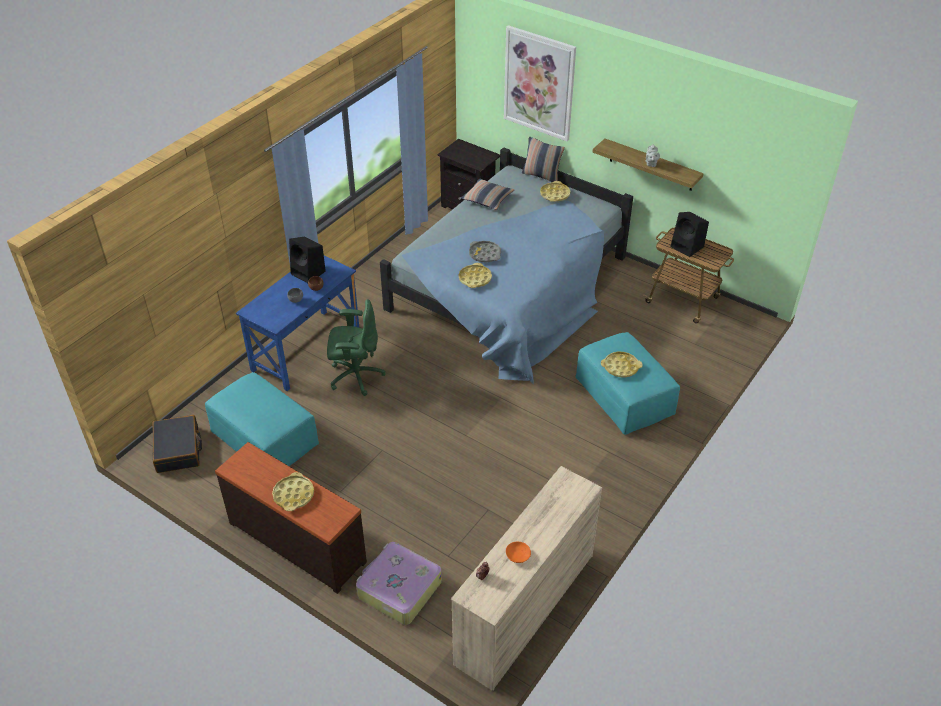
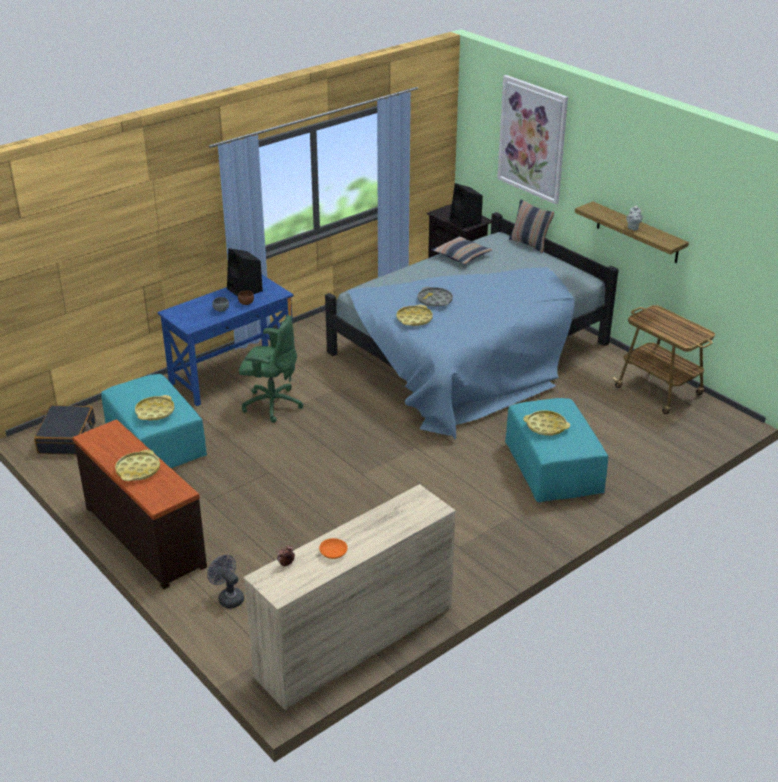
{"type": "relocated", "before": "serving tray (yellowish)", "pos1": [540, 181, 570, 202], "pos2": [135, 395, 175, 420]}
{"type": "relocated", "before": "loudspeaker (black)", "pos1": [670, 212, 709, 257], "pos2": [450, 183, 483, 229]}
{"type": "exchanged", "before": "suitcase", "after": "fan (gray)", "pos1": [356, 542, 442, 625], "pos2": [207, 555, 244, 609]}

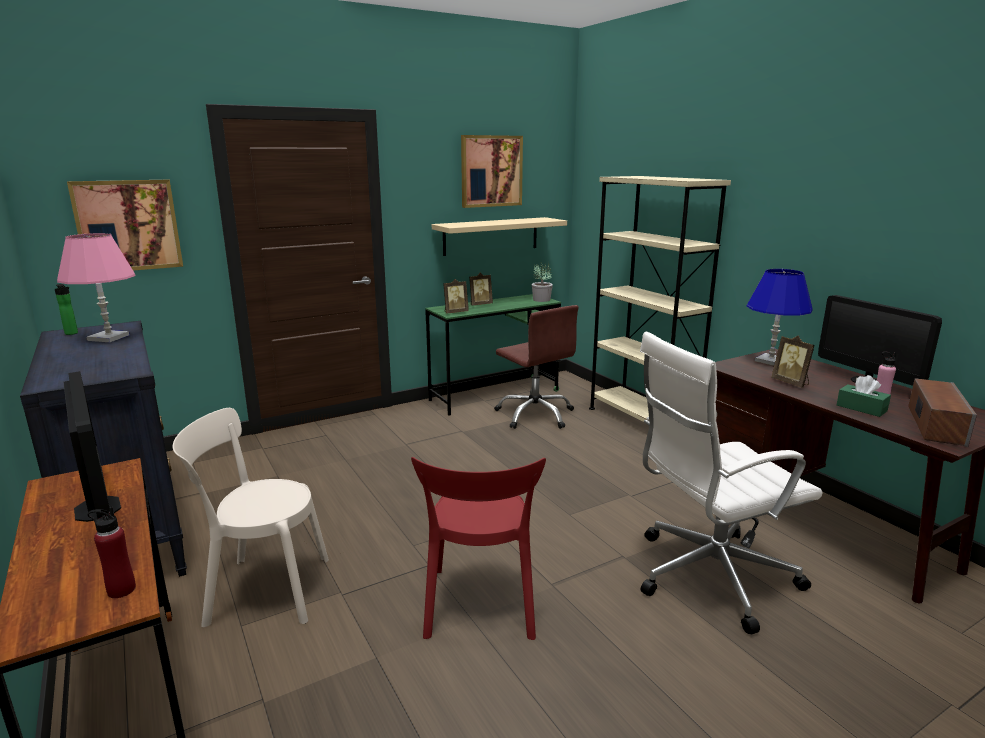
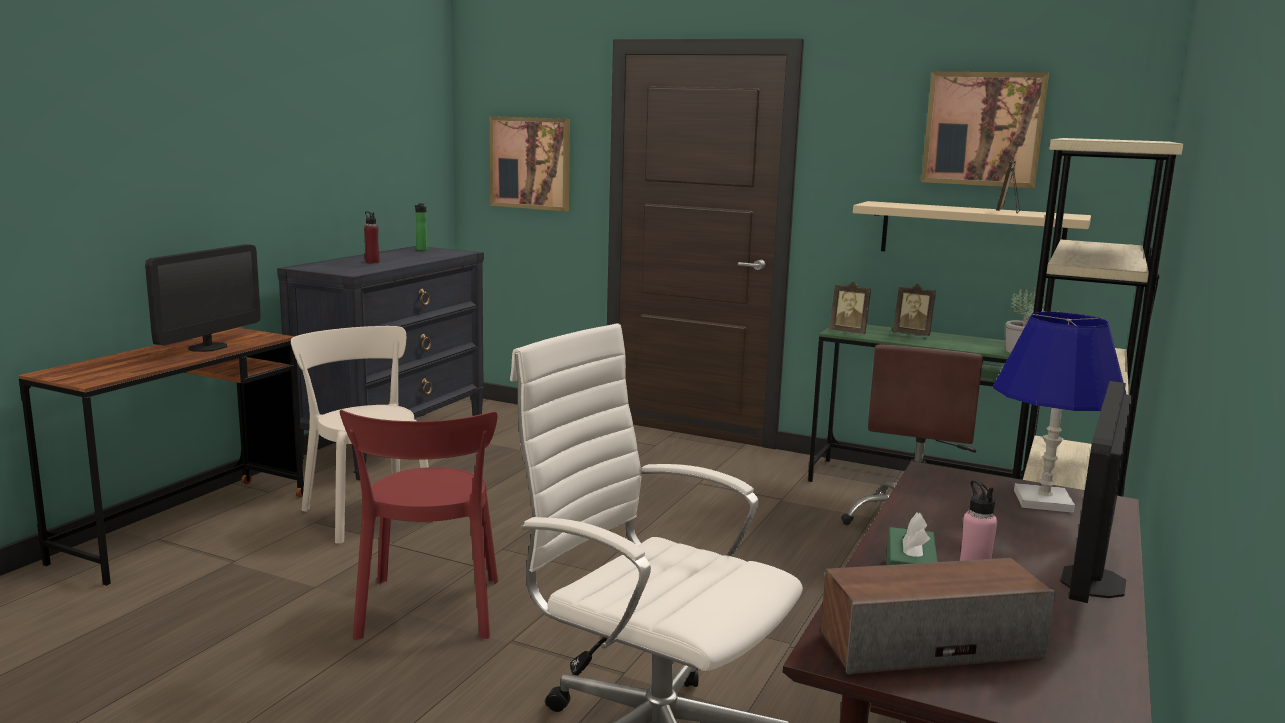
{"type": "missing", "before": "tabletop lamp (pinkish)", "pos1": [57, 233, 136, 342]}
{"type": "relocated", "before": "standing frame", "pos1": [771, 336, 815, 388], "pos2": [996, 157, 1020, 214]}
{"type": "spun", "before": "plain chair (red)", "pos1": [411, 457, 546, 640], "pos2": [340, 410, 498, 640], "turn": -60}
{"type": "relocated", "before": "beverage bottle (red)", "pos1": [88, 506, 136, 598], "pos2": [364, 211, 380, 264]}

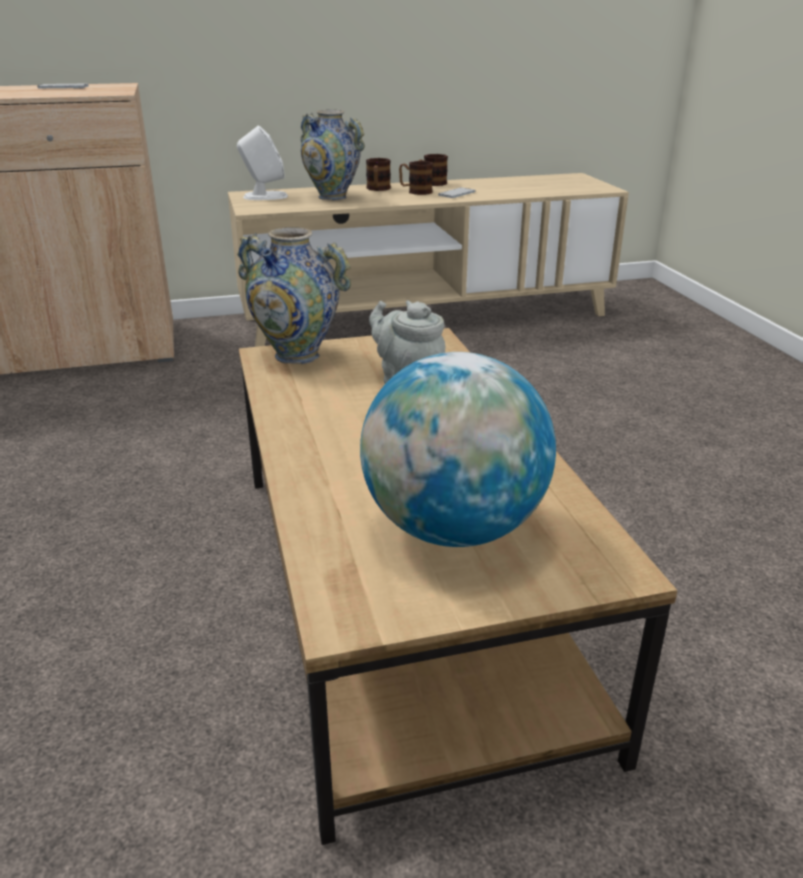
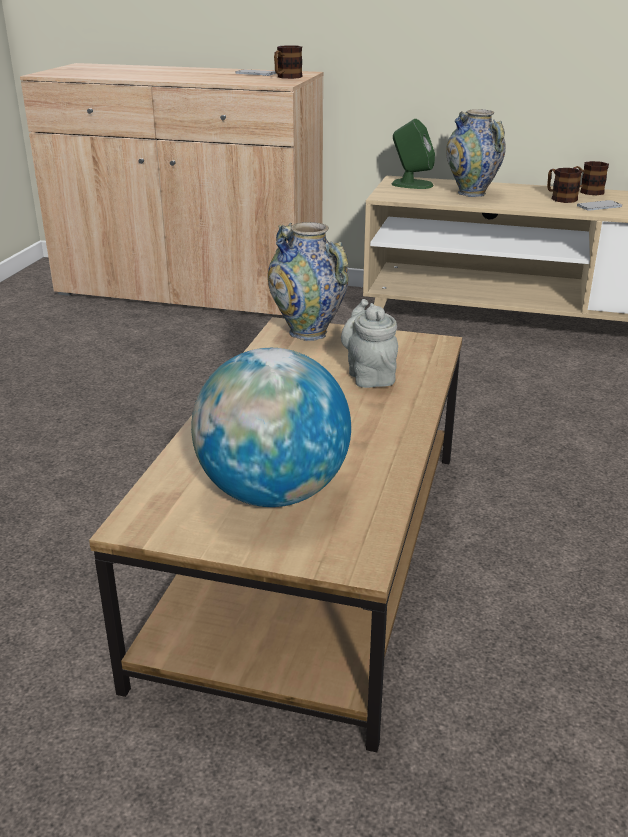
{"type": "colour", "before": "loudspeaker (white)", "after": "loudspeaker (green-coloured)", "pos1": [237, 126, 288, 200], "pos2": [392, 119, 435, 189]}
{"type": "relocated", "before": "mug", "pos1": [366, 158, 391, 191], "pos2": [274, 45, 303, 79]}

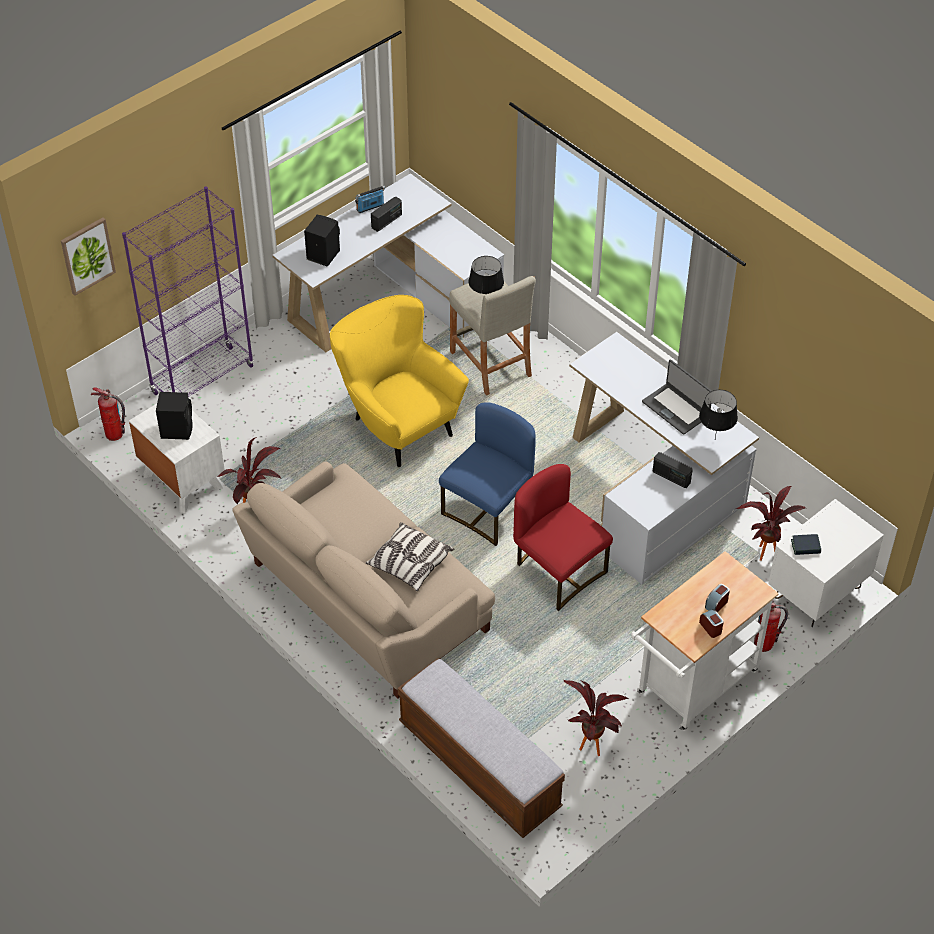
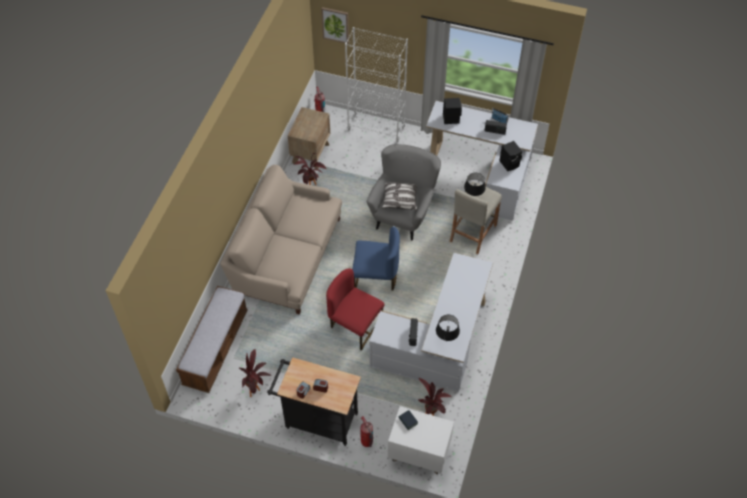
{"type": "colour", "before": "bookshelf (purple)", "after": "bookshelf (white)", "pos1": [122, 186, 254, 397], "pos2": [345, 27, 408, 142]}
{"type": "colour", "before": "armchair (yellowish)", "after": "armchair (gray)", "pos1": [330, 295, 469, 467], "pos2": [366, 144, 441, 240]}
{"type": "missing", "before": "laptop", "pos1": [642, 359, 712, 435]}
{"type": "relocated", "before": "loudspeaker (black)", "pos1": [156, 392, 193, 440], "pos2": [499, 141, 522, 171]}
{"type": "colour", "before": "nightstand (white)", "after": "nightstand (brown)", "pos1": [129, 404, 225, 513], "pos2": [288, 107, 330, 169]}
{"type": "spun", "before": "plain chair (red)", "pos1": [513, 464, 613, 611], "pos2": [326, 269, 384, 351], "turn": -75}
{"type": "relocated", "before": "throw pillow", "pos1": [366, 522, 454, 591], "pos2": [382, 182, 417, 210]}
{"type": "colour", "before": "cart (white)", "after": "cart (black)", "pos1": [631, 551, 779, 731], "pos2": [267, 357, 361, 446]}

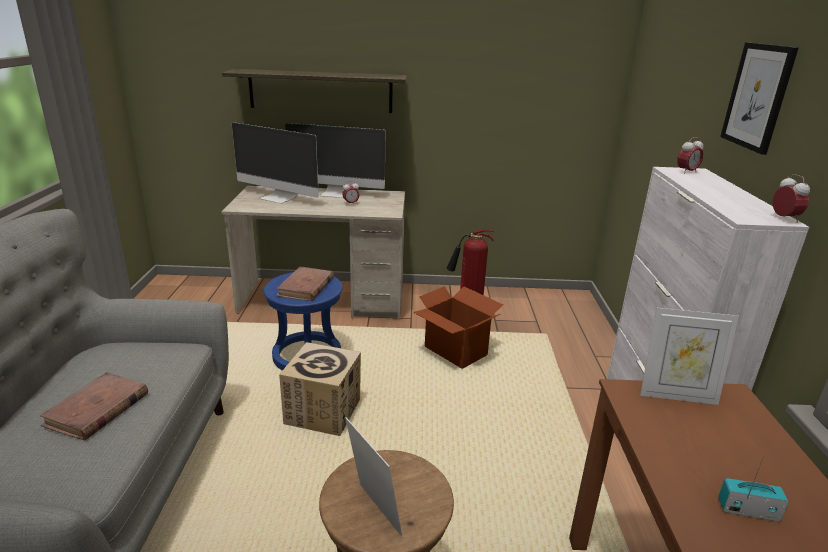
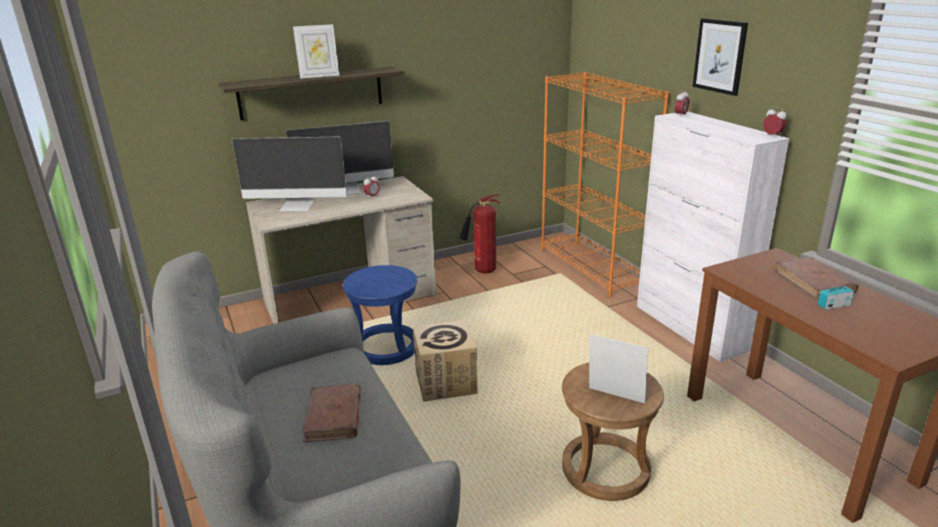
{"type": "relocated", "before": "volume (brown)", "pos1": [276, 267, 334, 301], "pos2": [774, 257, 858, 299]}
{"type": "missing", "before": "carton", "pos1": [413, 286, 503, 368]}
{"type": "relocated", "before": "standing frame", "pos1": [640, 308, 739, 405], "pos2": [293, 24, 340, 79]}
{"type": "appeared", "after": "bookshelf (orange)", "pos2": [541, 72, 669, 297]}

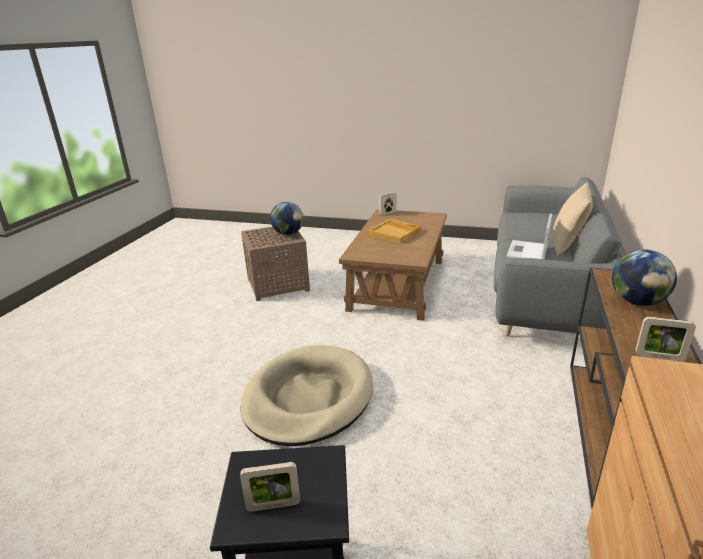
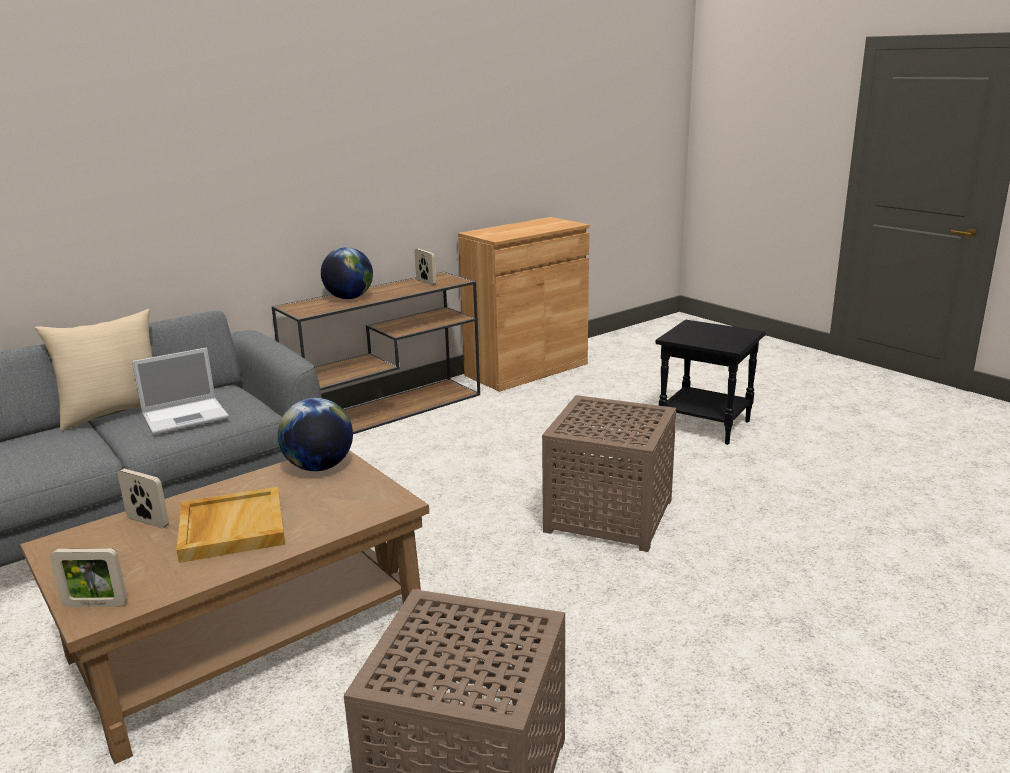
{"type": "relocated", "before": "globe", "pos1": [270, 202, 304, 235], "pos2": [278, 398, 353, 471]}
{"type": "exchanged", "before": "dog bed (beige)", "after": "side table (brown)", "pos1": [240, 345, 373, 446], "pos2": [542, 395, 676, 552]}
{"type": "relocated", "before": "standing frame", "pos1": [240, 462, 300, 512], "pos2": [118, 469, 169, 529]}

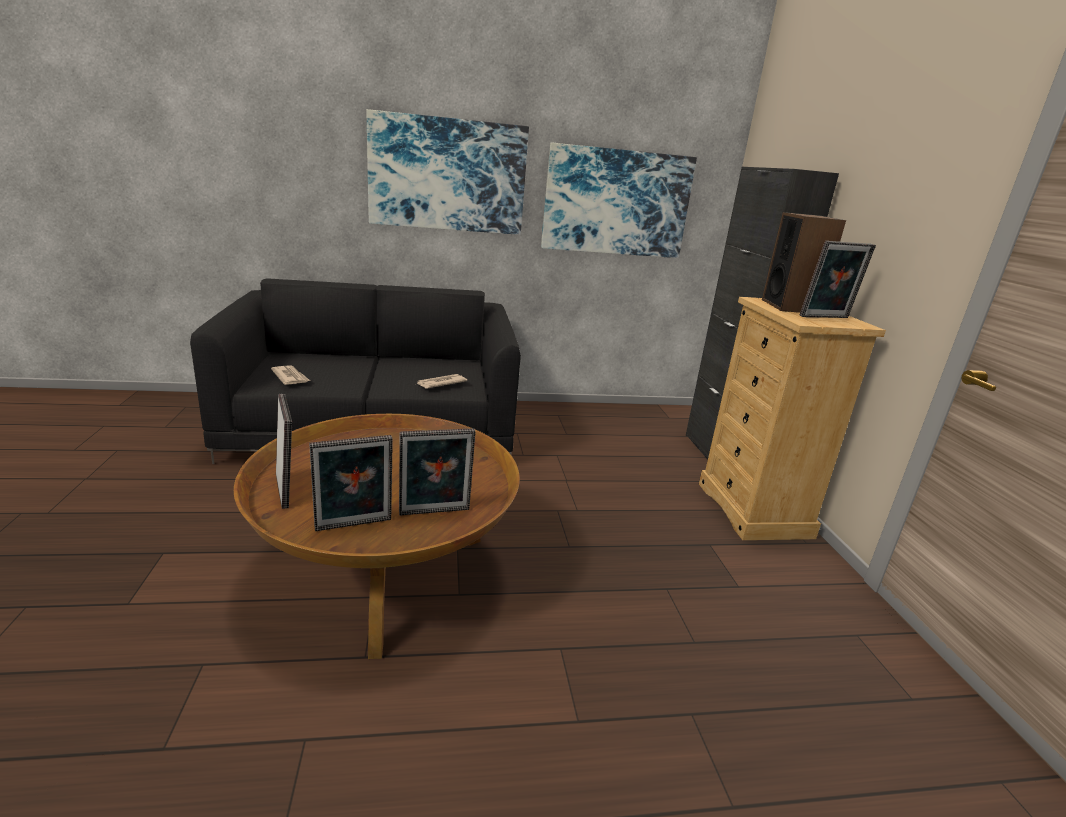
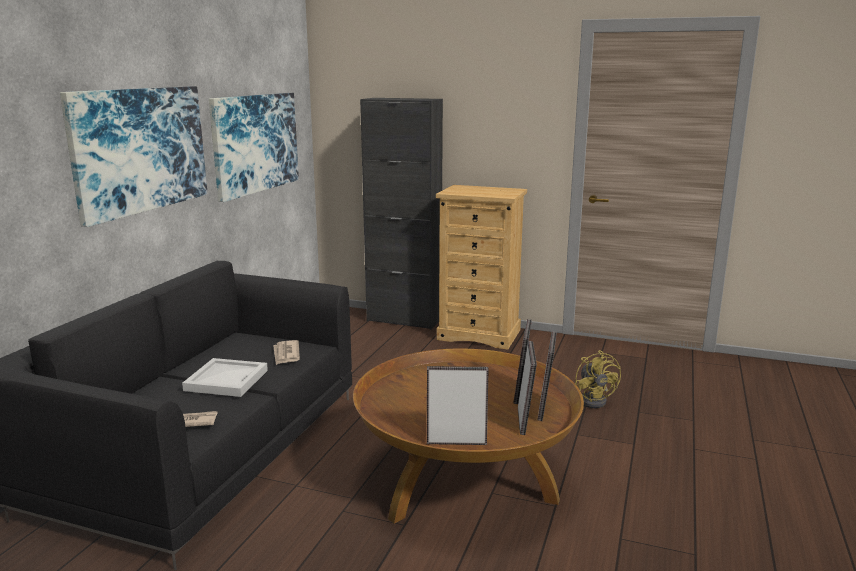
{"type": "missing", "before": "loudspeaker", "pos1": [762, 212, 846, 313]}
{"type": "relocated", "before": "standing frame", "pos1": [800, 241, 876, 318], "pos2": [537, 331, 557, 421]}
{"type": "appeared", "after": "fan (yellowish)", "pos2": [575, 350, 621, 408]}
{"type": "appeared", "after": "serving tray (white)", "pos2": [182, 358, 268, 397]}

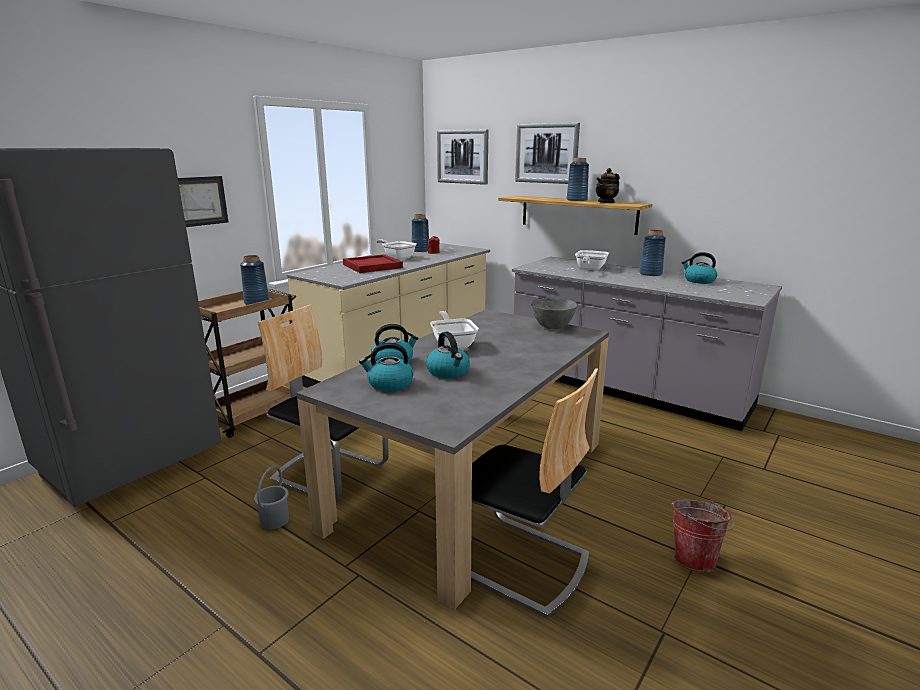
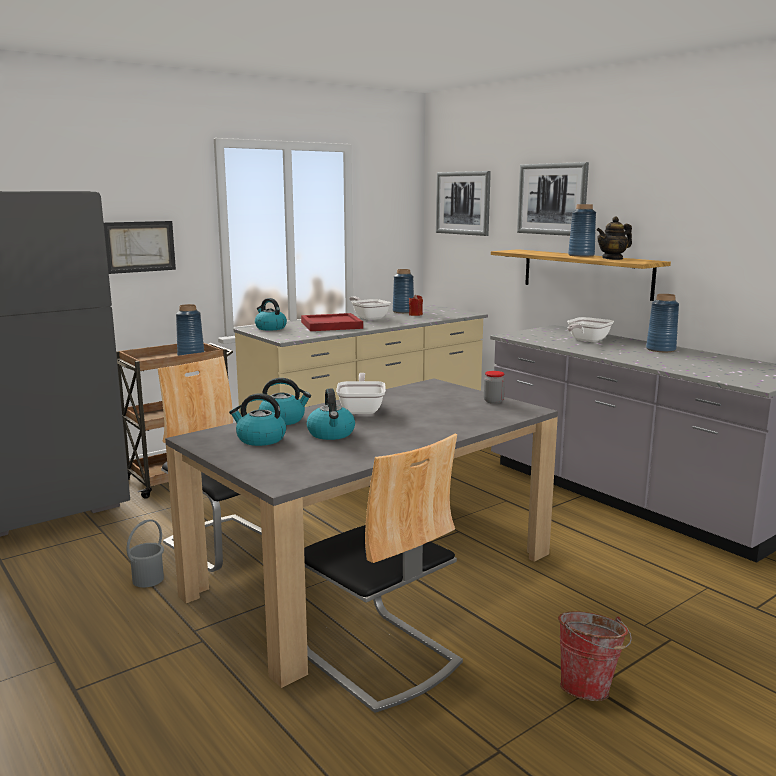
{"type": "relocated", "before": "tea kettle", "pos1": [682, 252, 717, 284], "pos2": [255, 298, 287, 331]}
{"type": "exchanged", "before": "deep dish (gray)", "after": "preserve jar", "pos1": [531, 298, 577, 329], "pos2": [483, 371, 505, 404]}

